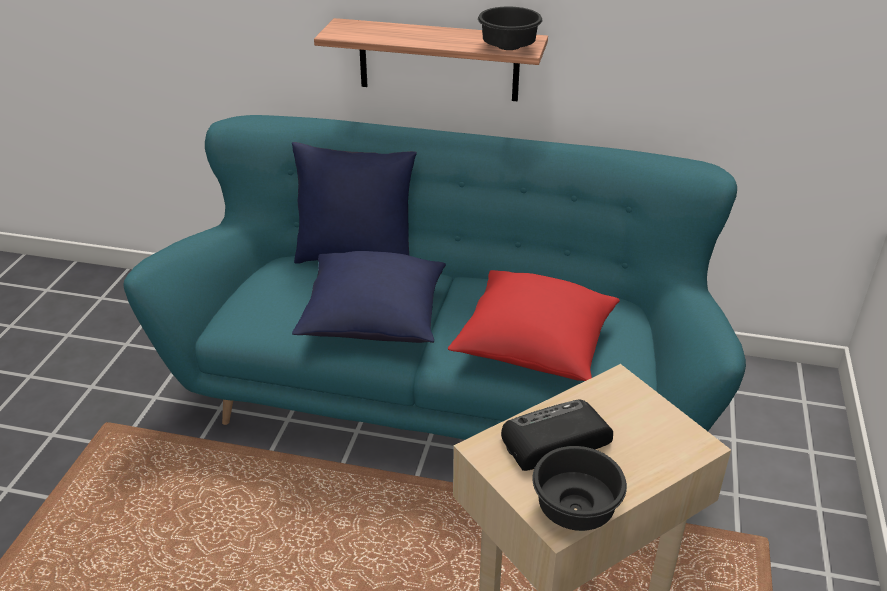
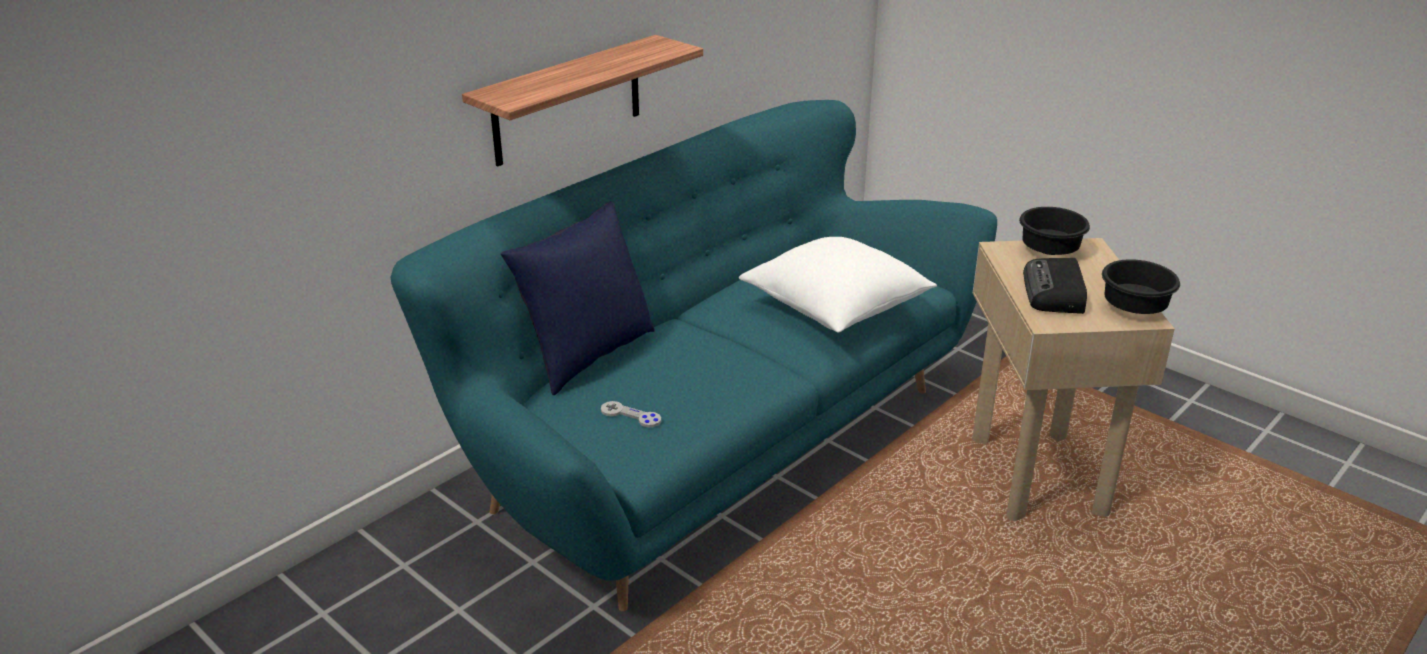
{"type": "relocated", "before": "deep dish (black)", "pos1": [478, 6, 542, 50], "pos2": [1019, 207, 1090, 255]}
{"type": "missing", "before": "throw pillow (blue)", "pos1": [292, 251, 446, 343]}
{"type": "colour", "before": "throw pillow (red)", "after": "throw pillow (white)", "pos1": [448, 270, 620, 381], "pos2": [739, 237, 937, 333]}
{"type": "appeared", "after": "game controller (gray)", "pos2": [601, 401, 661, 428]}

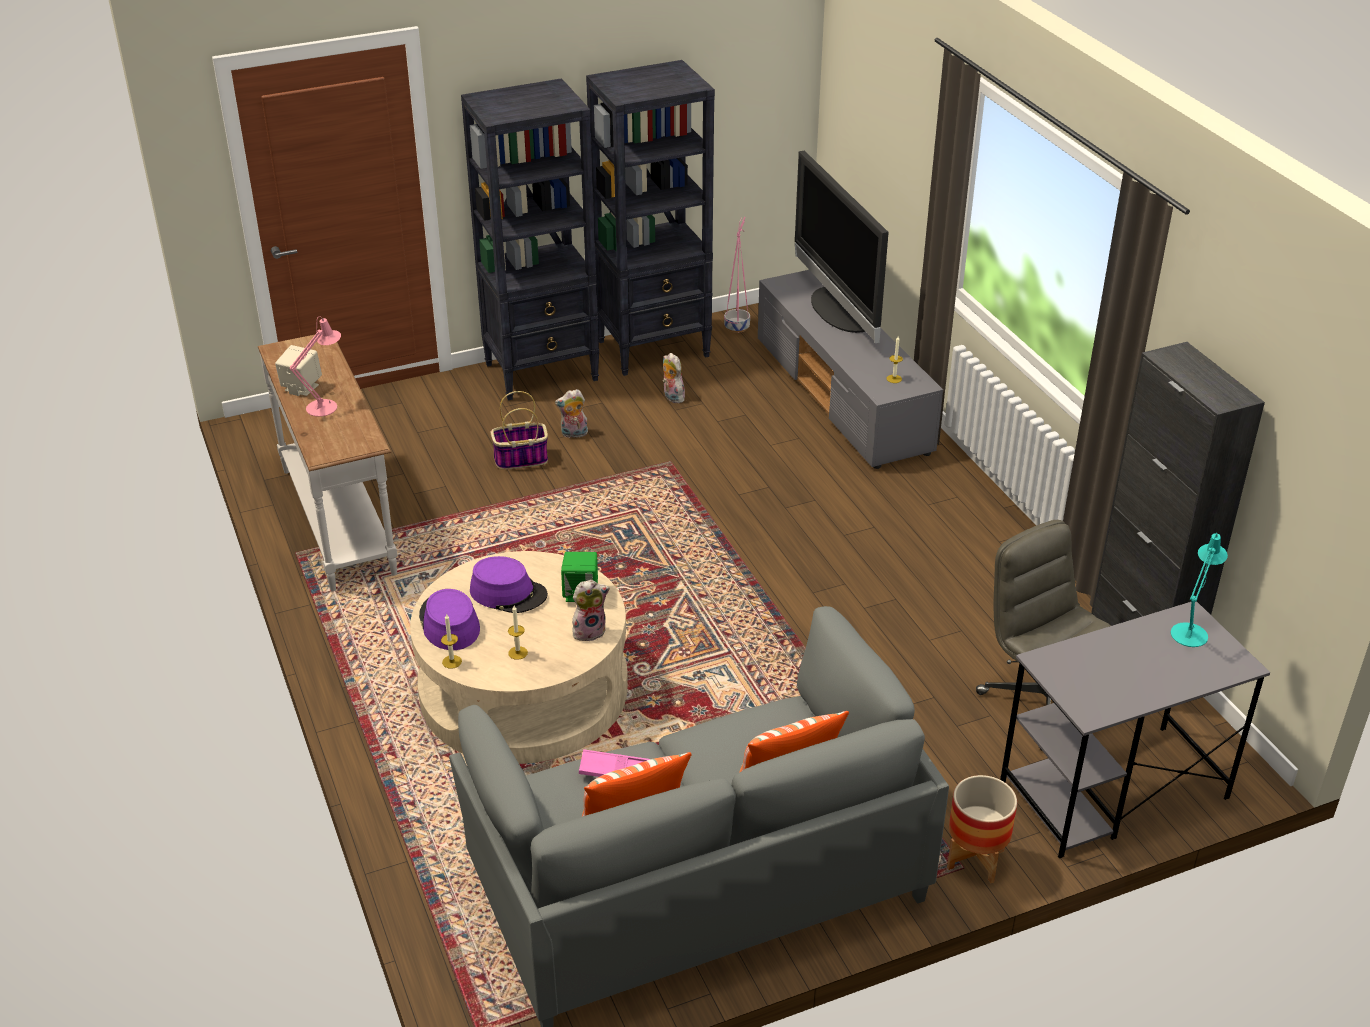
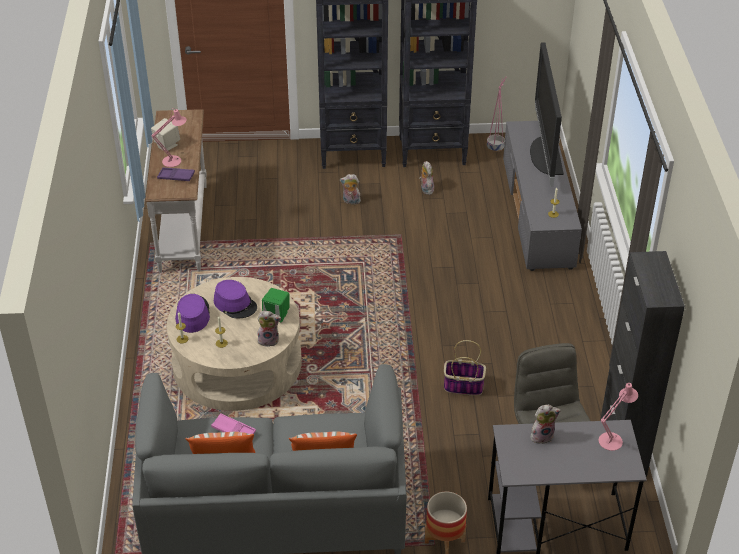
{"type": "relocated", "before": "basket", "pos1": [491, 391, 548, 470], "pos2": [444, 340, 486, 396]}
{"type": "colour", "before": "tabletop lamp (blue-green)", "after": "tabletop lamp (pinkish)", "pos1": [1171, 533, 1228, 647], "pos2": [599, 383, 638, 451]}
{"type": "appeared", "after": "serving tray (purple)", "pos2": [157, 168, 195, 181]}
{"type": "appeared", "after": "soft toy", "pos2": [531, 405, 561, 444]}

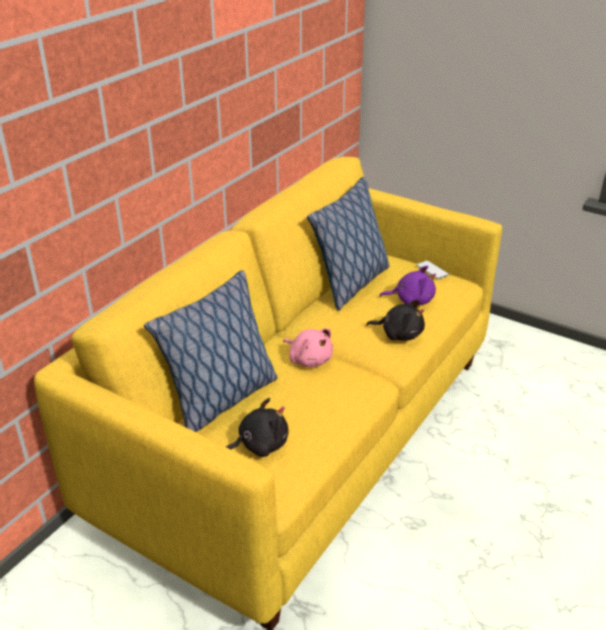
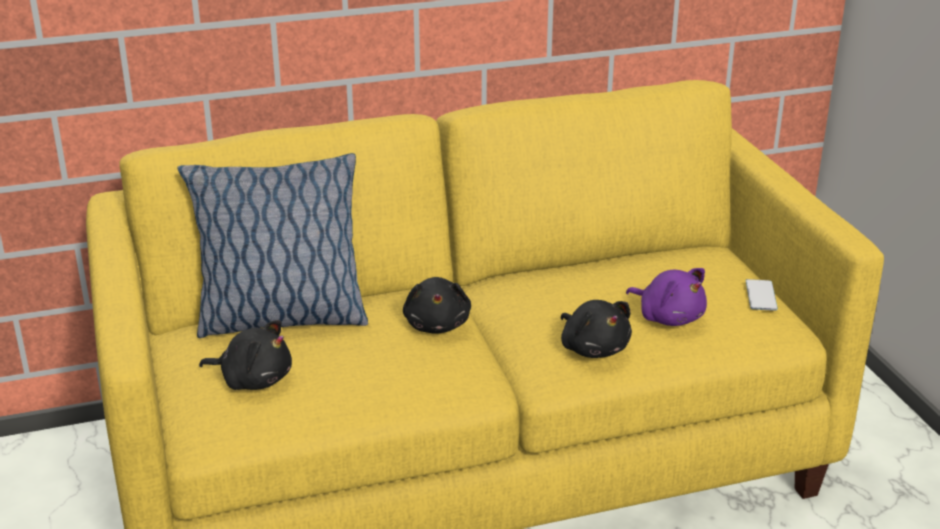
{"type": "missing", "before": "throw pillow", "pos1": [307, 177, 390, 311]}
{"type": "colour", "before": "soft toy (pinkish)", "after": "soft toy (black)", "pos1": [283, 328, 333, 368], "pos2": [403, 277, 471, 334]}

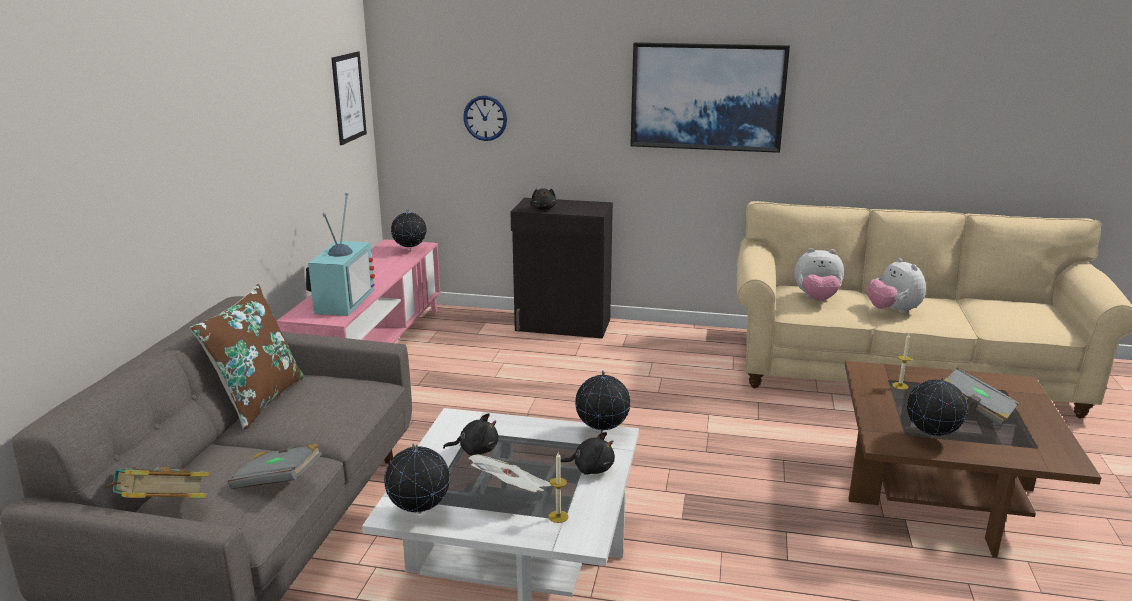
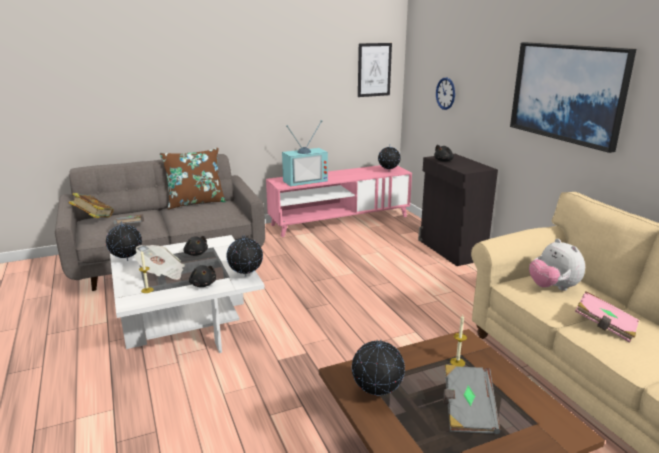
{"type": "exchanged", "before": "soft toy", "after": "volume (pinkish)", "pos1": [867, 258, 926, 314], "pos2": [575, 291, 639, 343]}

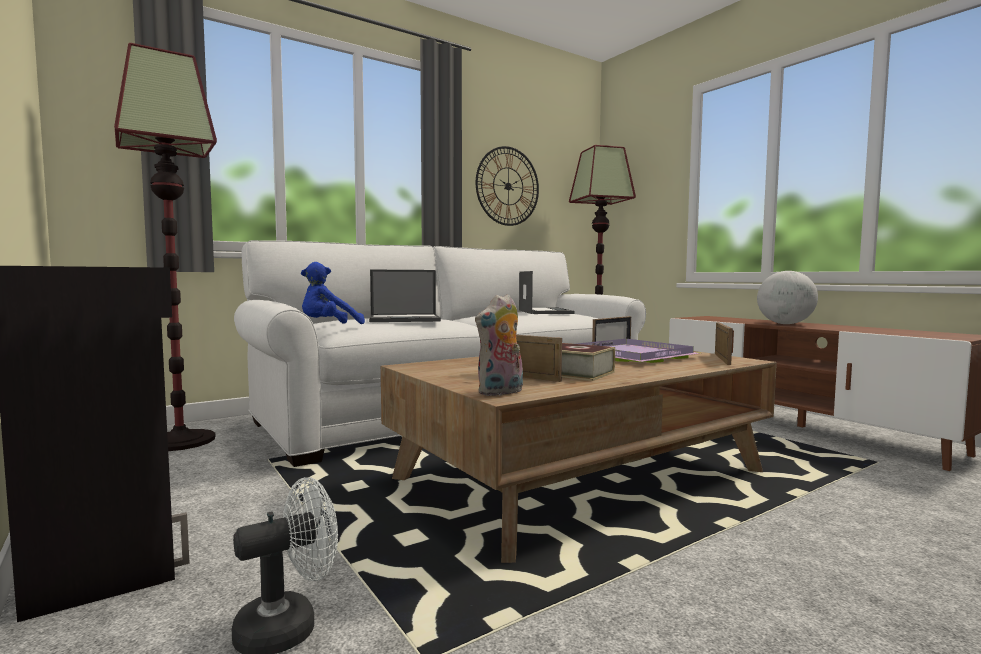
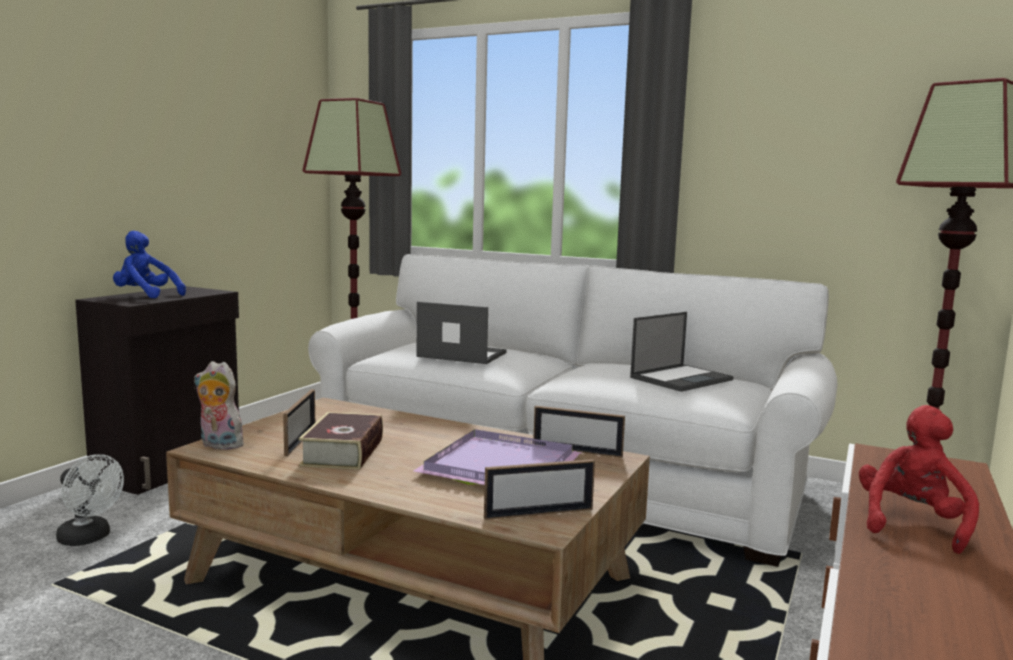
{"type": "missing", "before": "clock on the wall", "pos1": [476, 146, 539, 226]}
{"type": "relocated", "before": "soft toy (blue)", "pos1": [301, 262, 365, 324], "pos2": [113, 231, 186, 298]}
{"type": "spun", "before": "laptop", "pos1": [369, 270, 441, 322], "pos2": [417, 302, 507, 364], "turn": 150}
{"type": "exchanged", "before": "globe", "after": "soft toy (red)", "pos1": [757, 271, 818, 324], "pos2": [859, 405, 979, 554]}

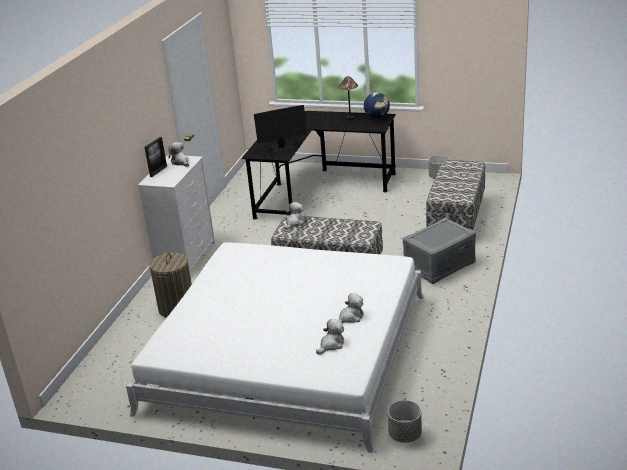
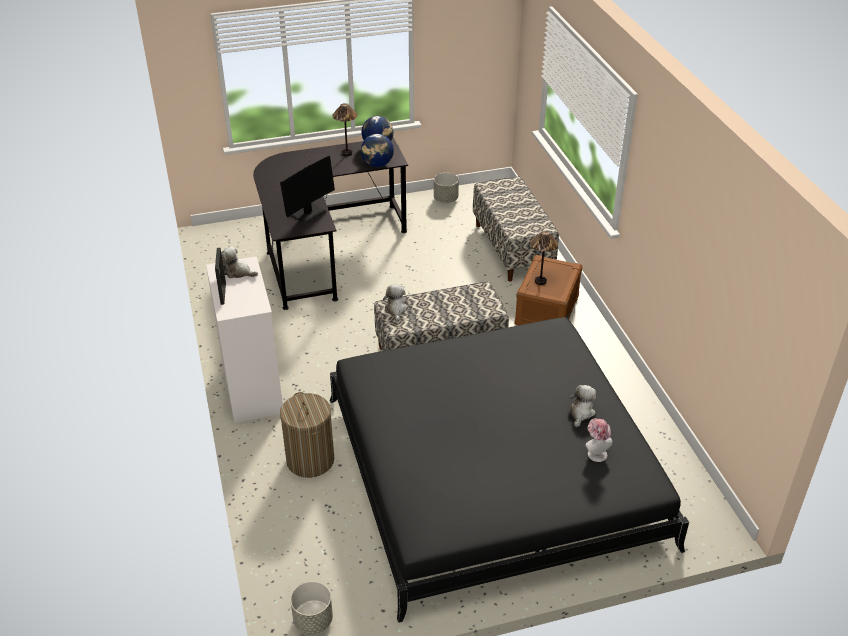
{"type": "colour", "before": "storage container (gray)", "after": "storage container (brown)", "pos1": [403, 217, 476, 284], "pos2": [515, 255, 582, 325]}
{"type": "colour", "before": "bed (white)", "after": "bed (black)", "pos1": [126, 242, 423, 453], "pos2": [330, 317, 689, 623]}
{"type": "exchanged", "before": "soft toy", "after": "wearable hat", "pos1": [316, 319, 344, 355], "pos2": [585, 418, 613, 462]}
{"type": "relocated", "before": "planter (gray)", "pos1": [388, 400, 422, 443], "pos2": [290, 581, 333, 634]}
{"type": "appeared", "after": "globe", "pos2": [361, 134, 394, 167]}
{"type": "appeared", "after": "tabletop lamp", "pos2": [530, 231, 558, 285]}

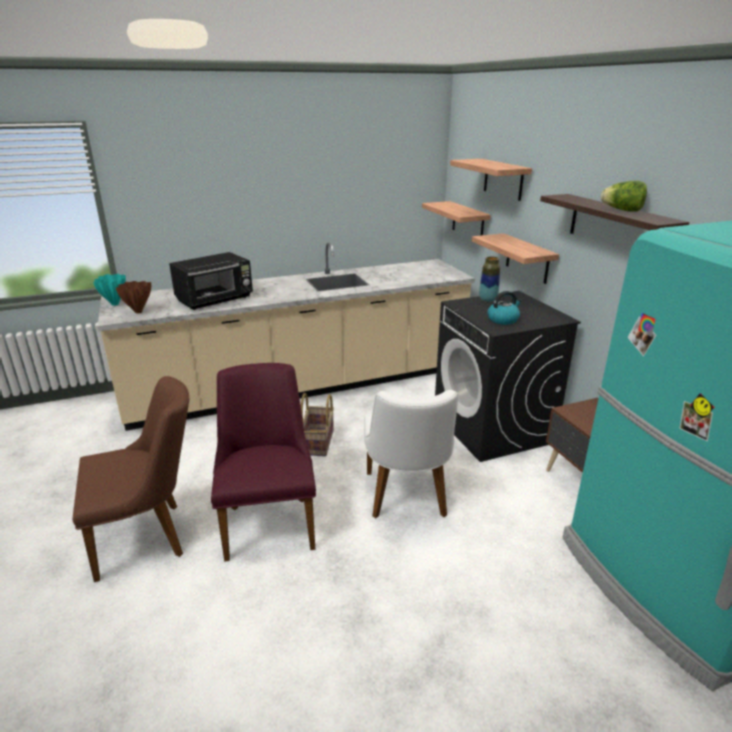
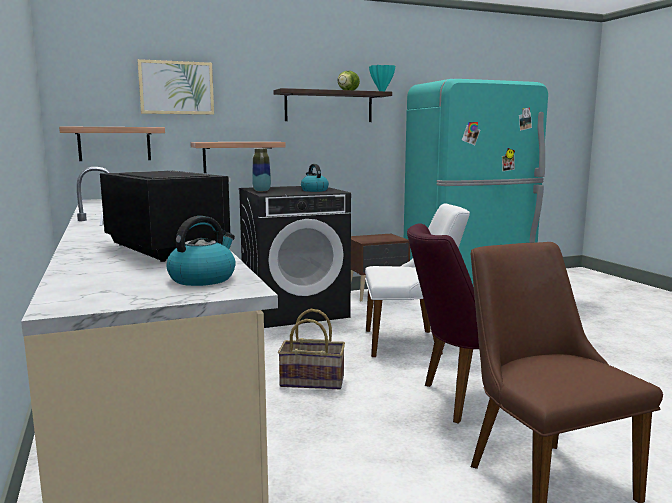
{"type": "exchanged", "before": "bracket shelf", "after": "wall art", "pos1": [450, 159, 532, 201], "pos2": [138, 59, 214, 115]}
{"type": "relocated", "before": "vase (blue-green)", "pos1": [93, 274, 126, 306], "pos2": [369, 65, 395, 91]}
{"type": "exchanged", "before": "vase (brown)", "after": "tea kettle", "pos1": [116, 281, 151, 313], "pos2": [167, 216, 236, 286]}

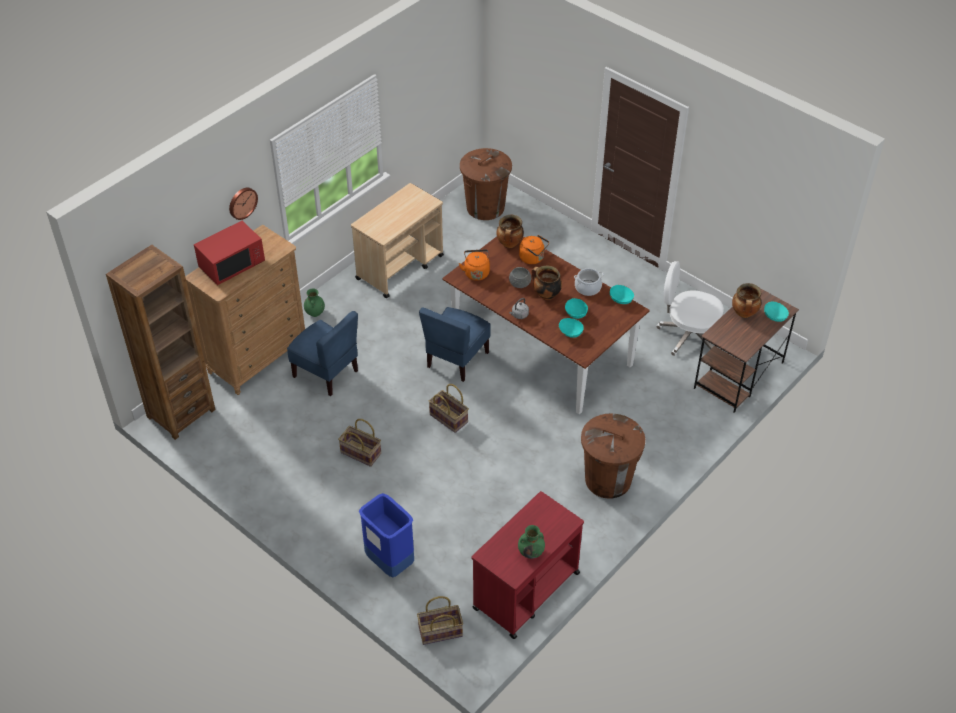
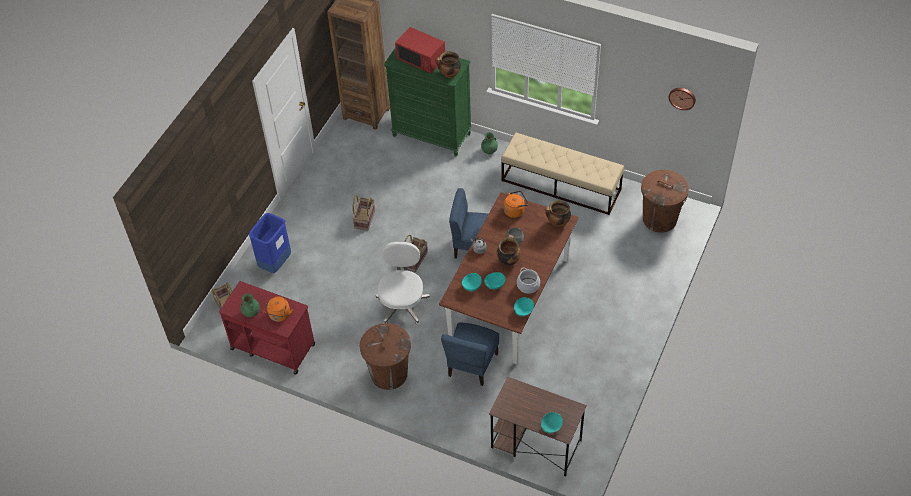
{"type": "exchanged", "before": "cart (beige)", "after": "long seat (beige)", "pos1": [351, 183, 444, 298], "pos2": [501, 133, 624, 215]}
{"type": "relocated", "before": "clock on the wall", "pos1": [229, 188, 258, 220], "pos2": [669, 88, 696, 110]}
{"type": "colour", "before": "chest of drawers (brown)", "after": "chest of drawers (green-coloured)", "pos1": [185, 225, 305, 395], "pos2": [384, 47, 472, 157]}
{"type": "relocated", "before": "tea kettle (orange)", "pos1": [519, 235, 549, 264], "pos2": [263, 297, 293, 322]}
{"type": "relocated", "before": "computer chair (white)", "pos1": [656, 261, 724, 356], "pos2": [375, 242, 430, 325]}
{"type": "relocated", "before": "saucepot", "pos1": [732, 283, 761, 318], "pos2": [436, 51, 461, 78]}
{"type": "relocated", "before": "plain chair (blue)", "pos1": [287, 311, 358, 396], "pos2": [441, 322, 499, 386]}

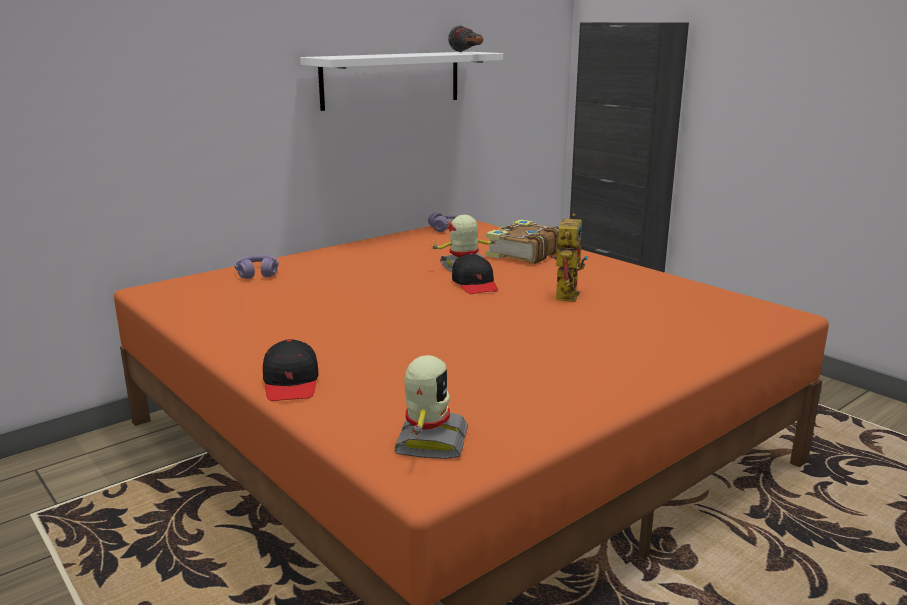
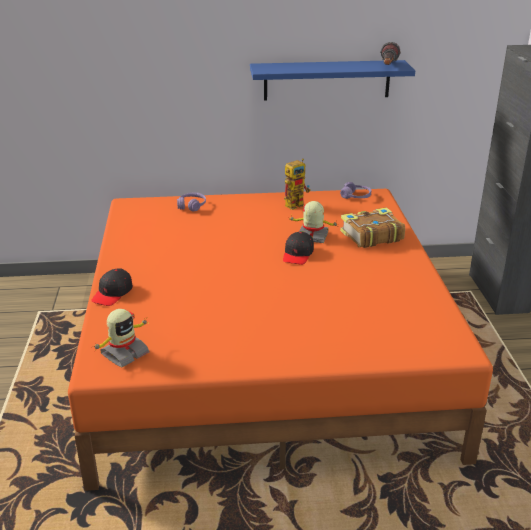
{"type": "colour", "before": "bracket shelf (white)", "after": "bracket shelf (blue)", "pos1": [300, 52, 503, 111], "pos2": [250, 60, 415, 101]}
{"type": "relocated", "before": "robot figure", "pos1": [551, 213, 588, 302], "pos2": [284, 158, 310, 210]}

